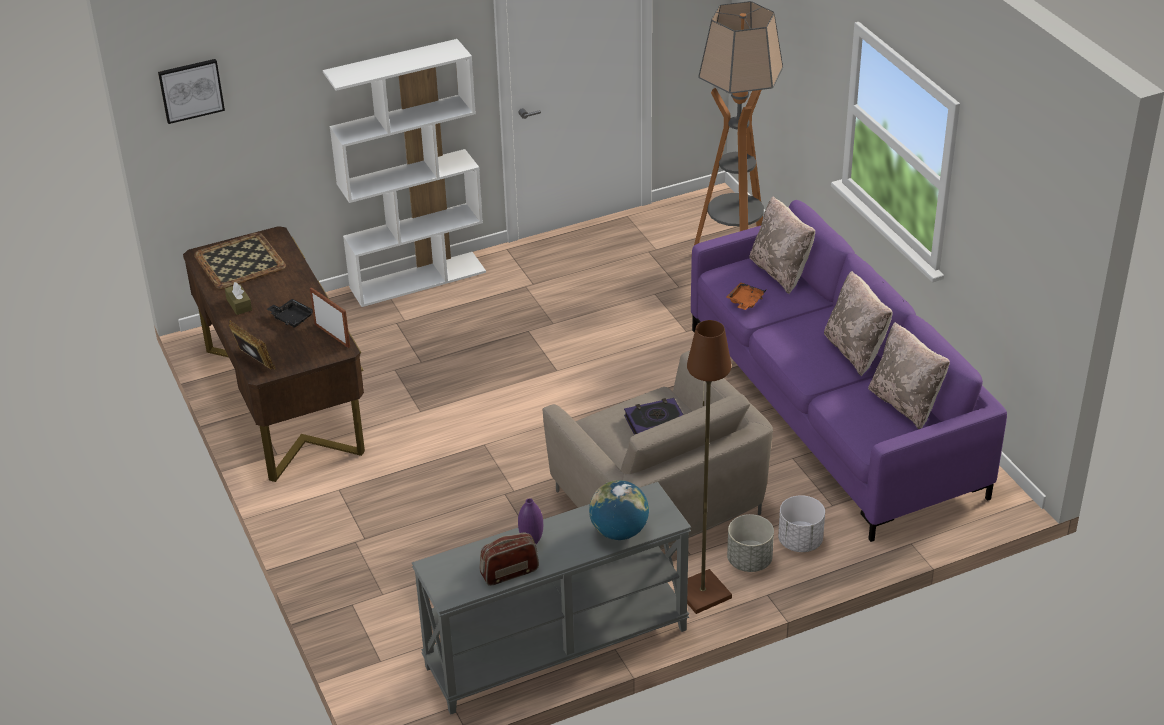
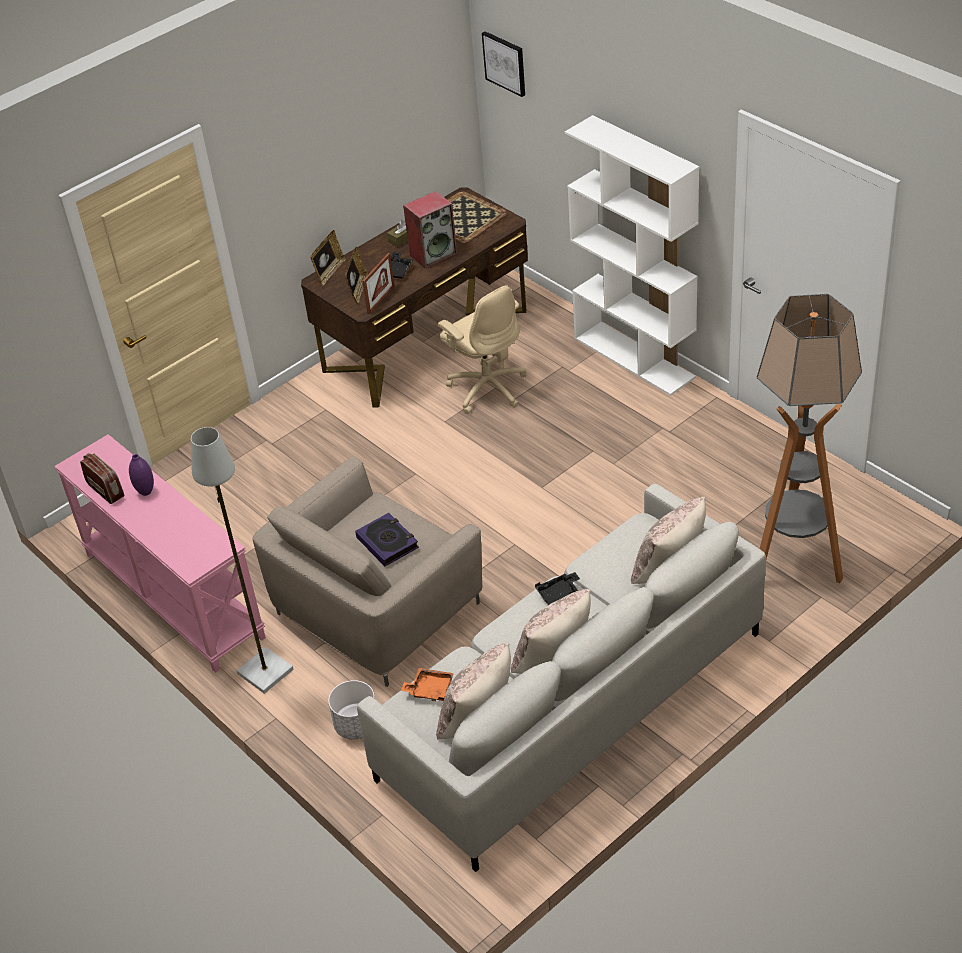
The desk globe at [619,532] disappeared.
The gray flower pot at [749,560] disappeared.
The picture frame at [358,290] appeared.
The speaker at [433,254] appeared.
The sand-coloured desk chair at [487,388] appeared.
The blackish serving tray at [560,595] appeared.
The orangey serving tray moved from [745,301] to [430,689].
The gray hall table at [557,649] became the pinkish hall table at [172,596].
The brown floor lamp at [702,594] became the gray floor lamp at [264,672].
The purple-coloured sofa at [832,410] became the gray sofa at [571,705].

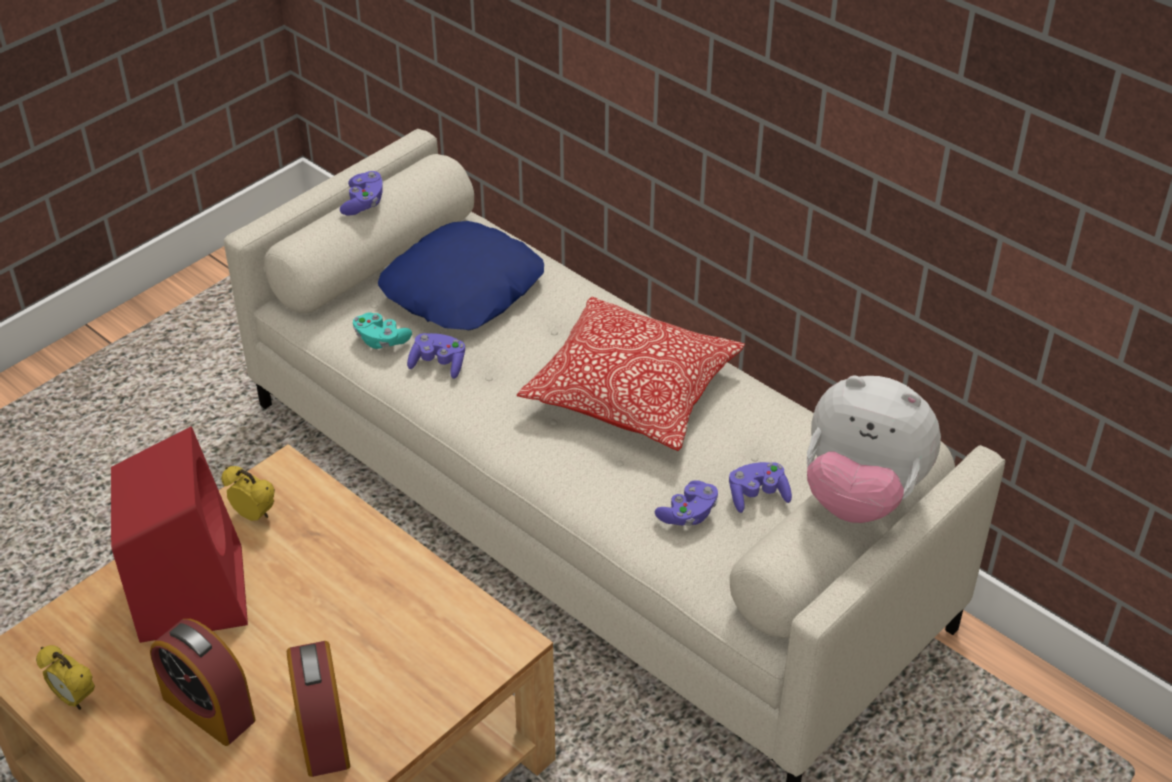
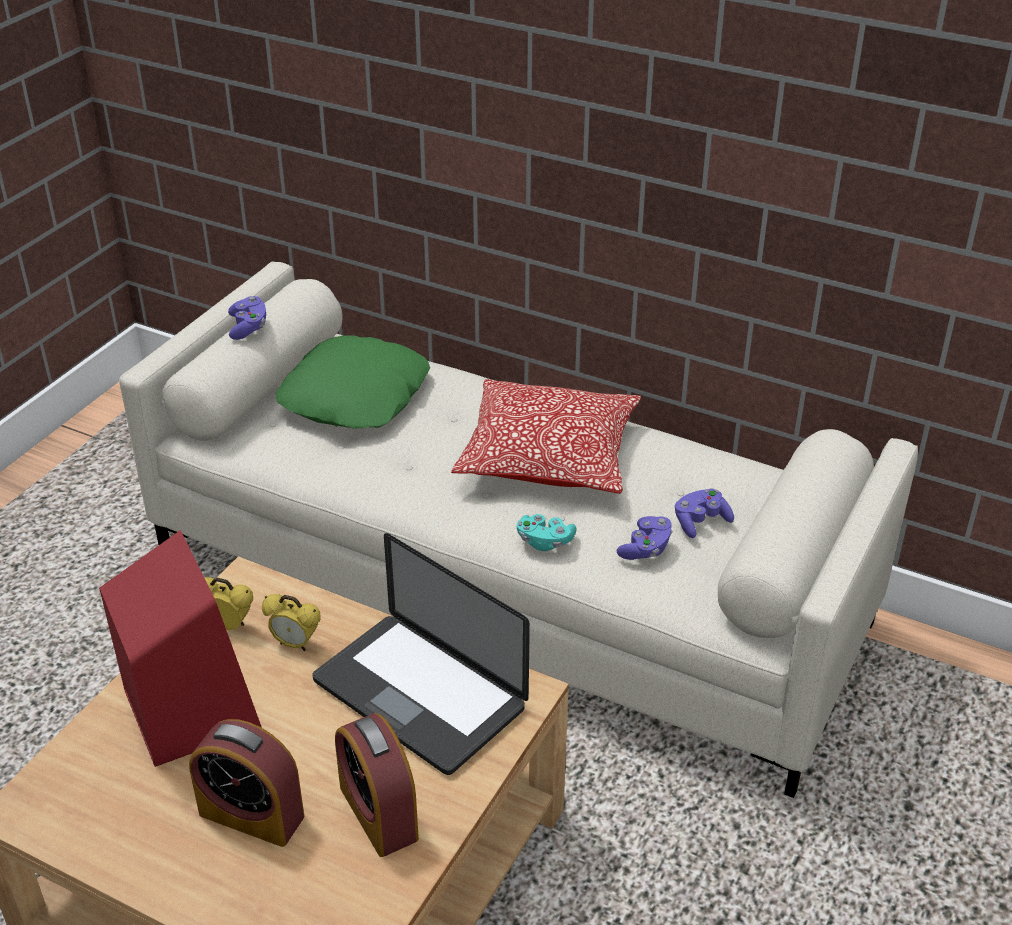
The purple-coloured joypad at [438,364] disappeared.
The soft toy at [861,495] disappeared.
The notebook computer at [419,695] appeared.
The table clock moved from [74,699] to [295,644].
The blue-green joypad moved from [381,340] to [545,541].
The bluish pillow at [464,290] became the greenish pillow at [356,396].

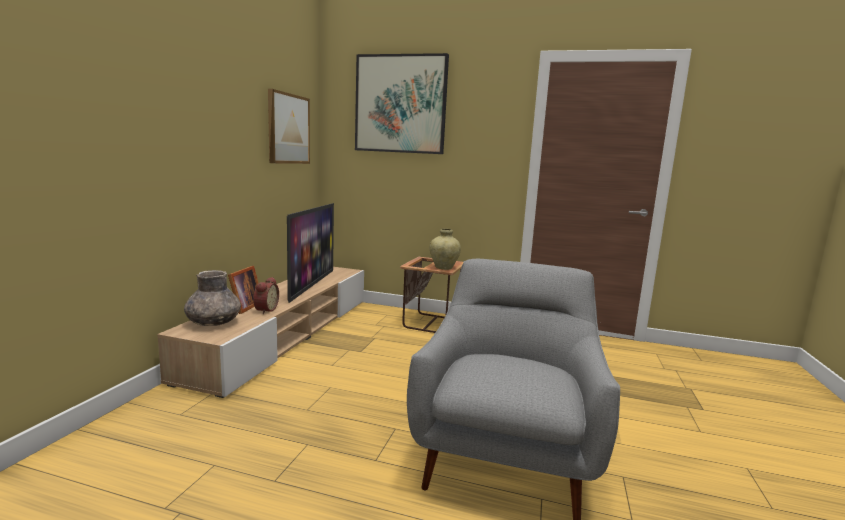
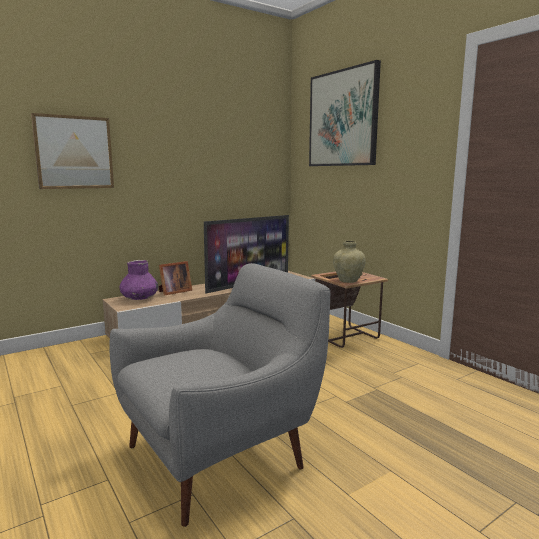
The table clock at [265,310] disappeared.
The picture moved from [288,129] to [74,152].
The gray flower vase at [213,323] became the purple-coloured flower vase at [139,298].

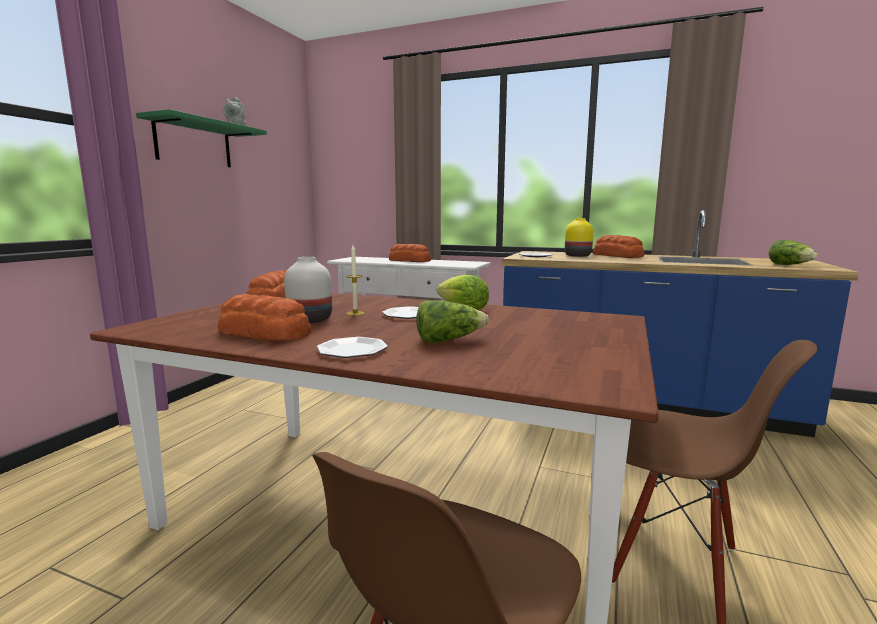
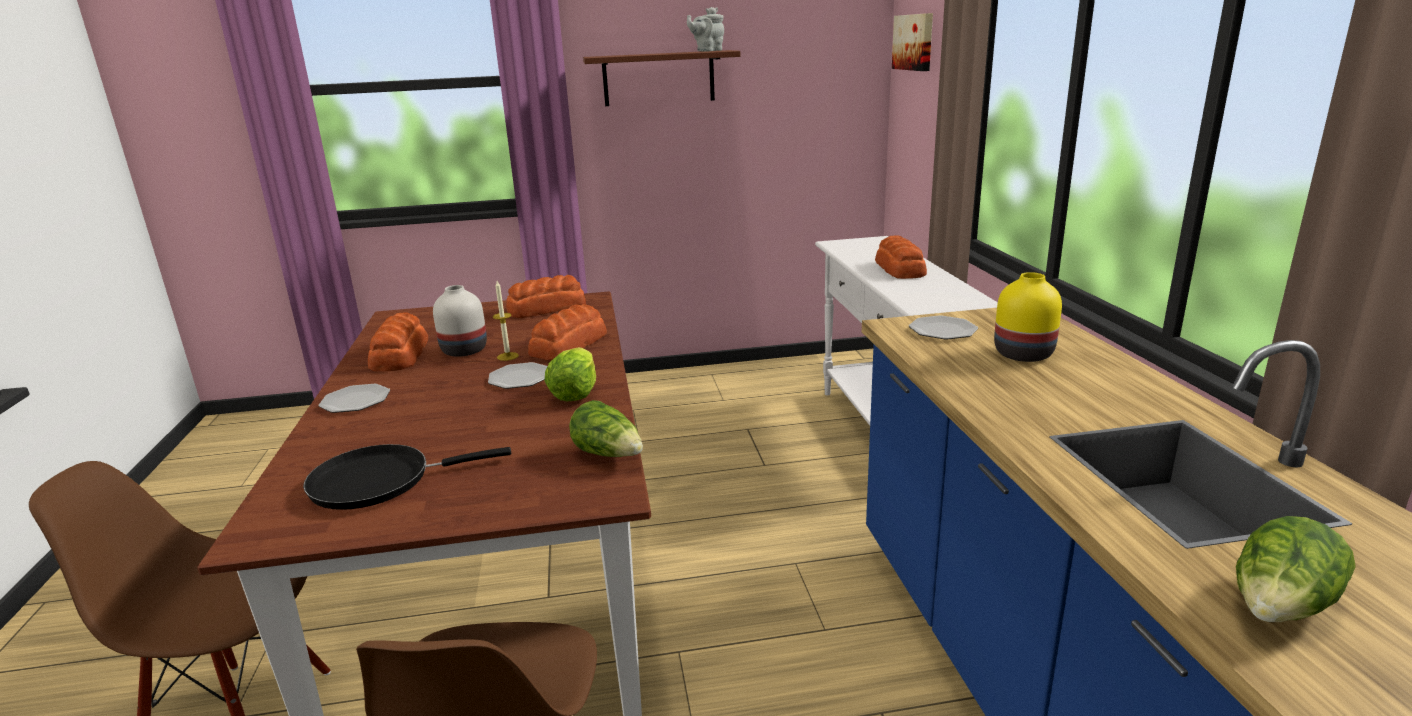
The blackish pan at [379,481] appeared.
The picture at [914,42] appeared.
The lettuce head moved from [448,340] to [609,454].
The bakery bread moved from [617,256] to [570,345].
The greenish wall shelf at [193,144] became the brown wall shelf at [658,78].

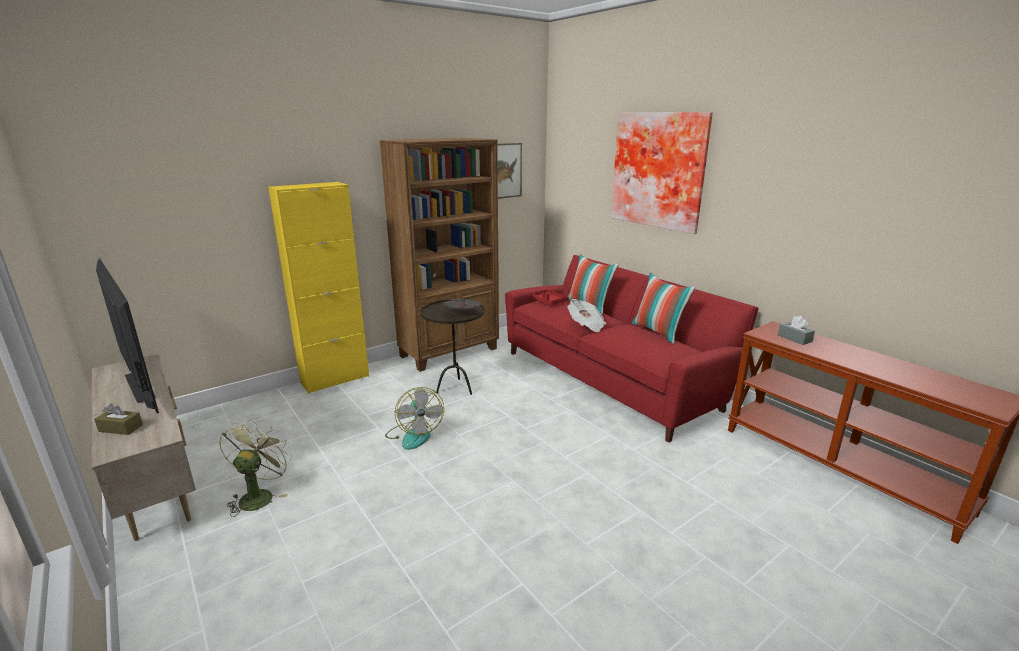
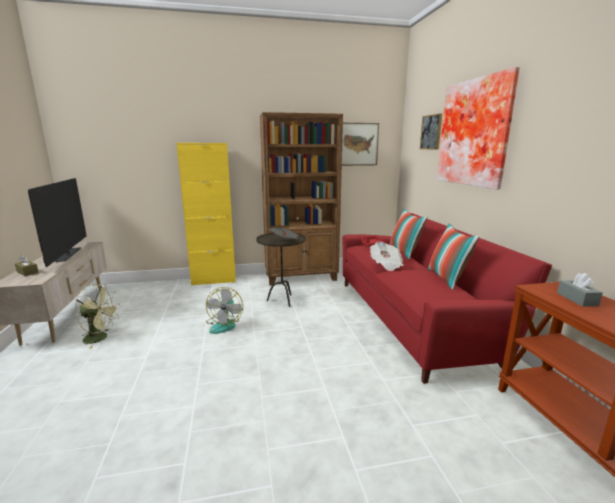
The picture at [431,132] appeared.
The greenish fan at [259,495] turned 60 degrees clockwise.

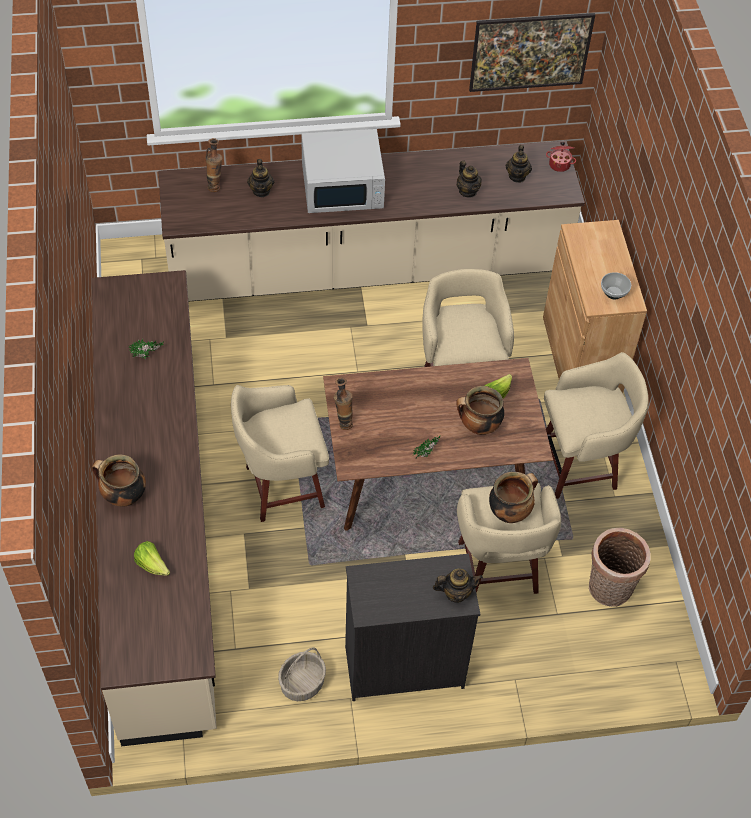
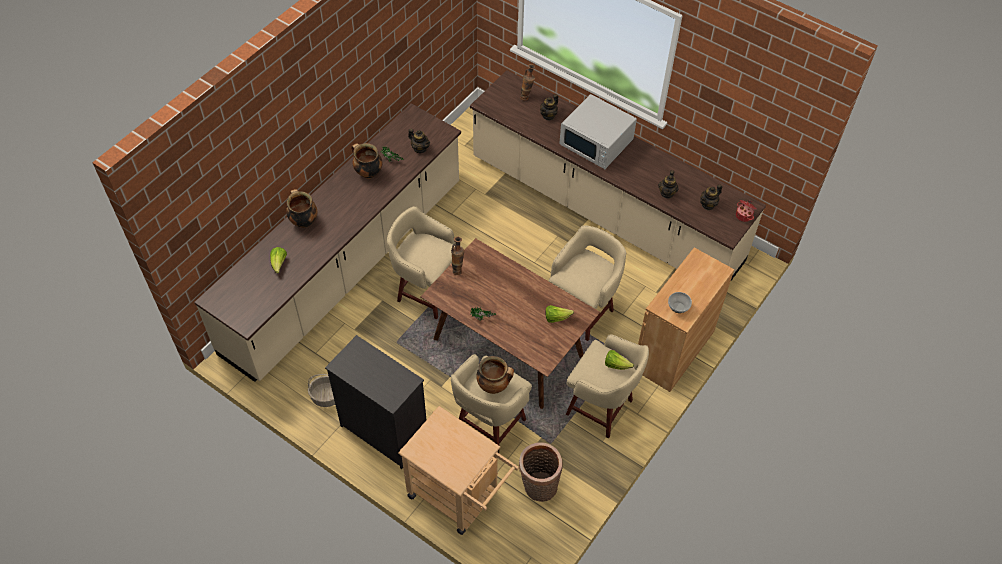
The picture at [528,69] disappeared.
The sand-coloured wheeled cart at [459,497] appeared.
The lettuce head at [616,365] appeared.
The teapot moved from [456,593] to [420,148].
The stockpot moved from [478,427] to [368,173].

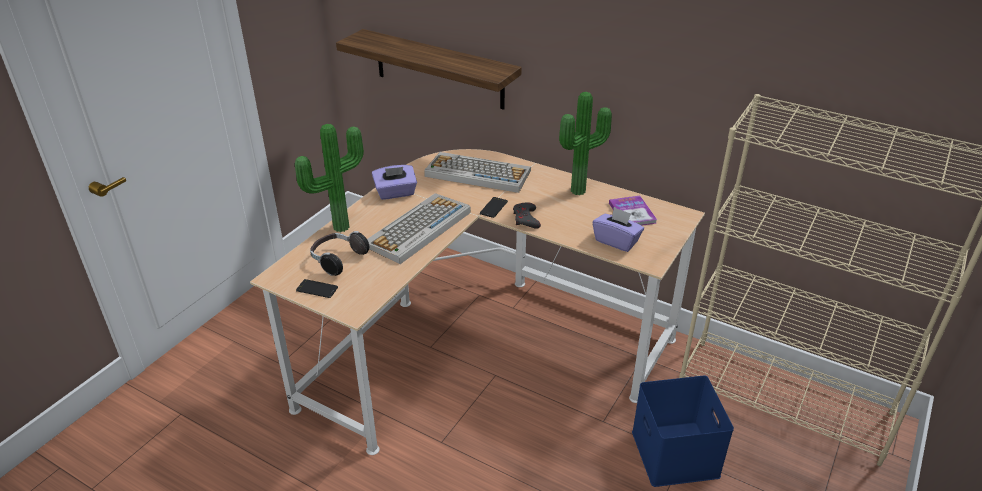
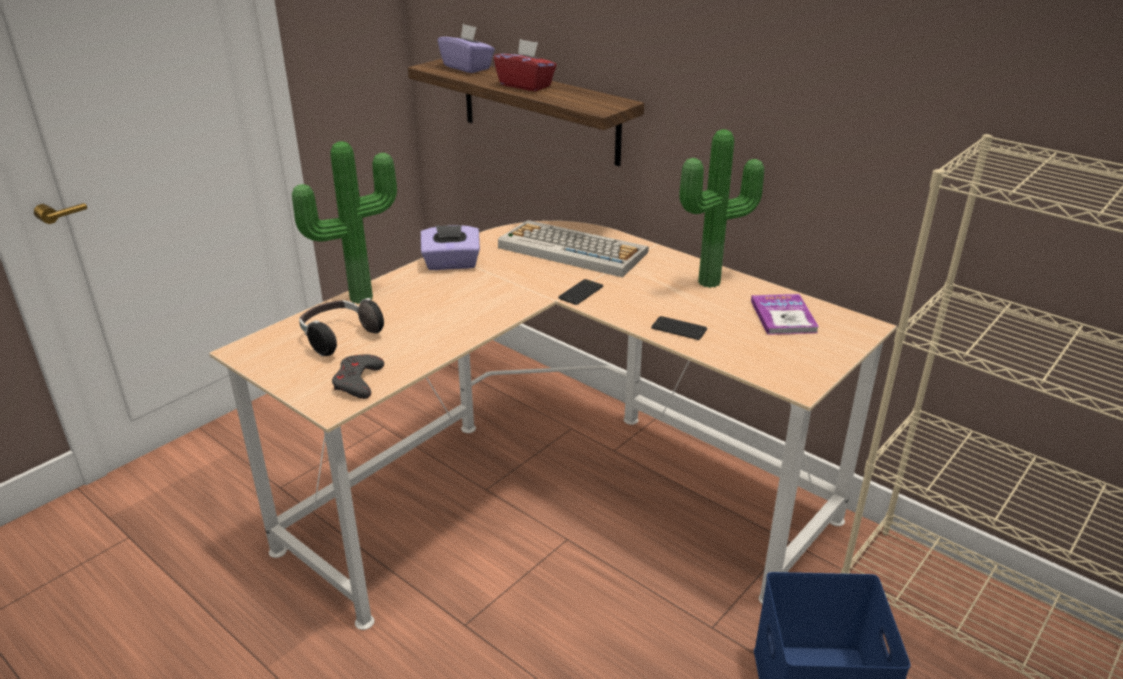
The keyboard at [418,229] disappeared.
The red-coloured box of tissues at [526,85] appeared.
The phone moved from [317,289] to [679,329].
The gray joypad moved from [526,219] to [358,381].
The purple-coloured box of tissues moved from [616,241] to [467,67].

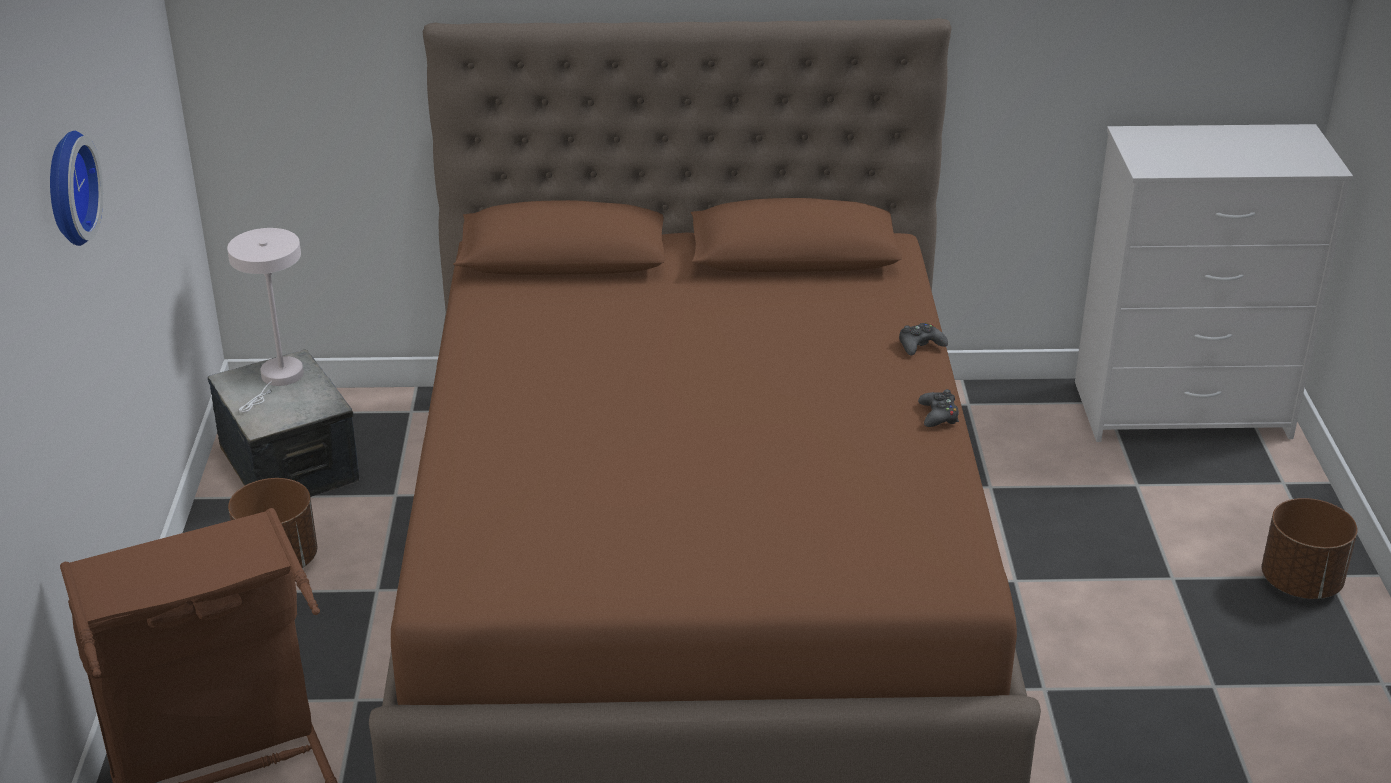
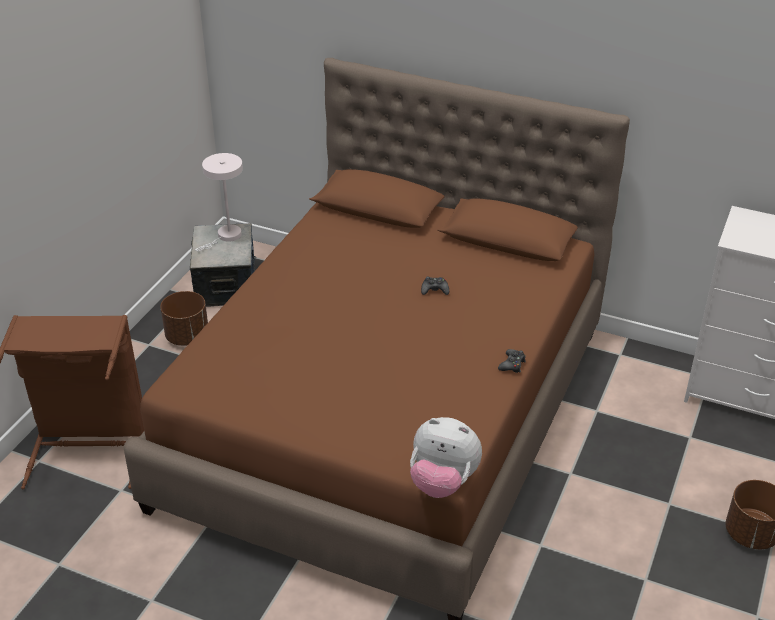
The wall clock at [65,188] disappeared.
The soft toy at [442,482] appeared.
The blackish joypad moved from [920,345] to [434,290].

